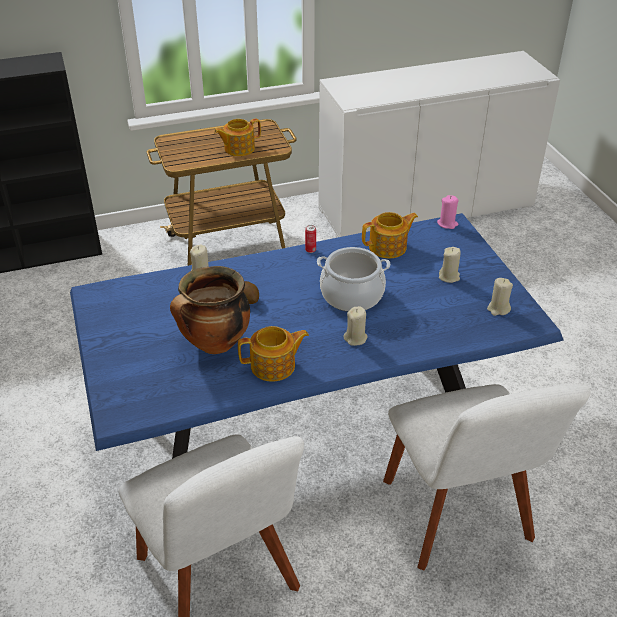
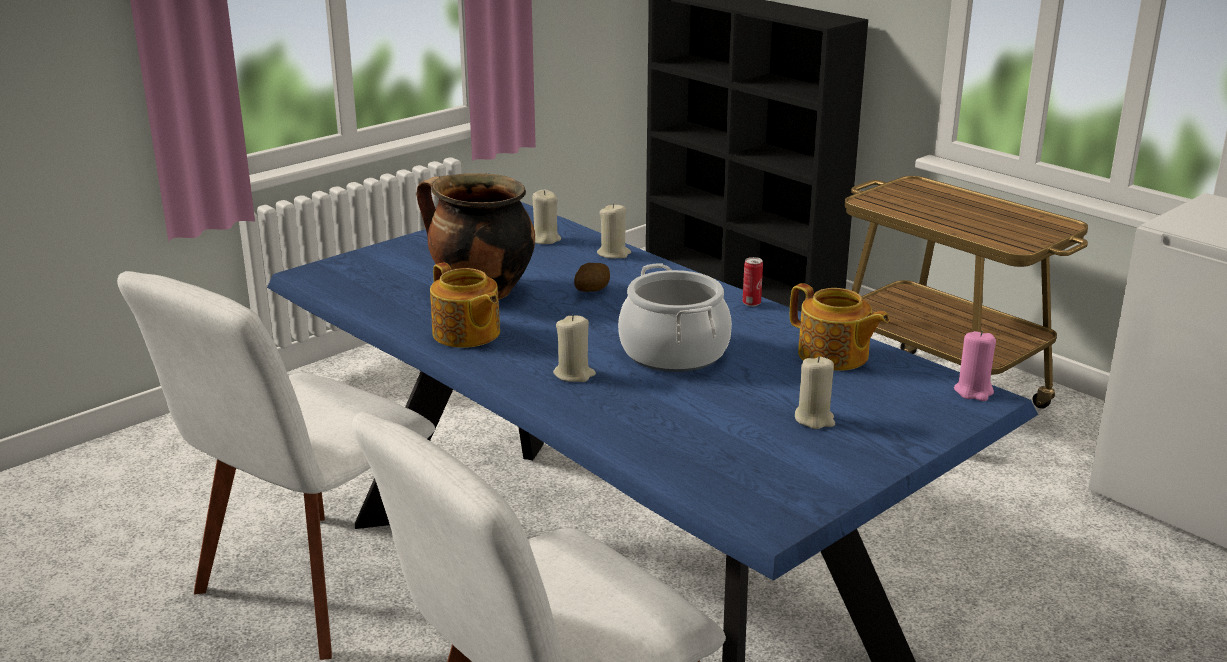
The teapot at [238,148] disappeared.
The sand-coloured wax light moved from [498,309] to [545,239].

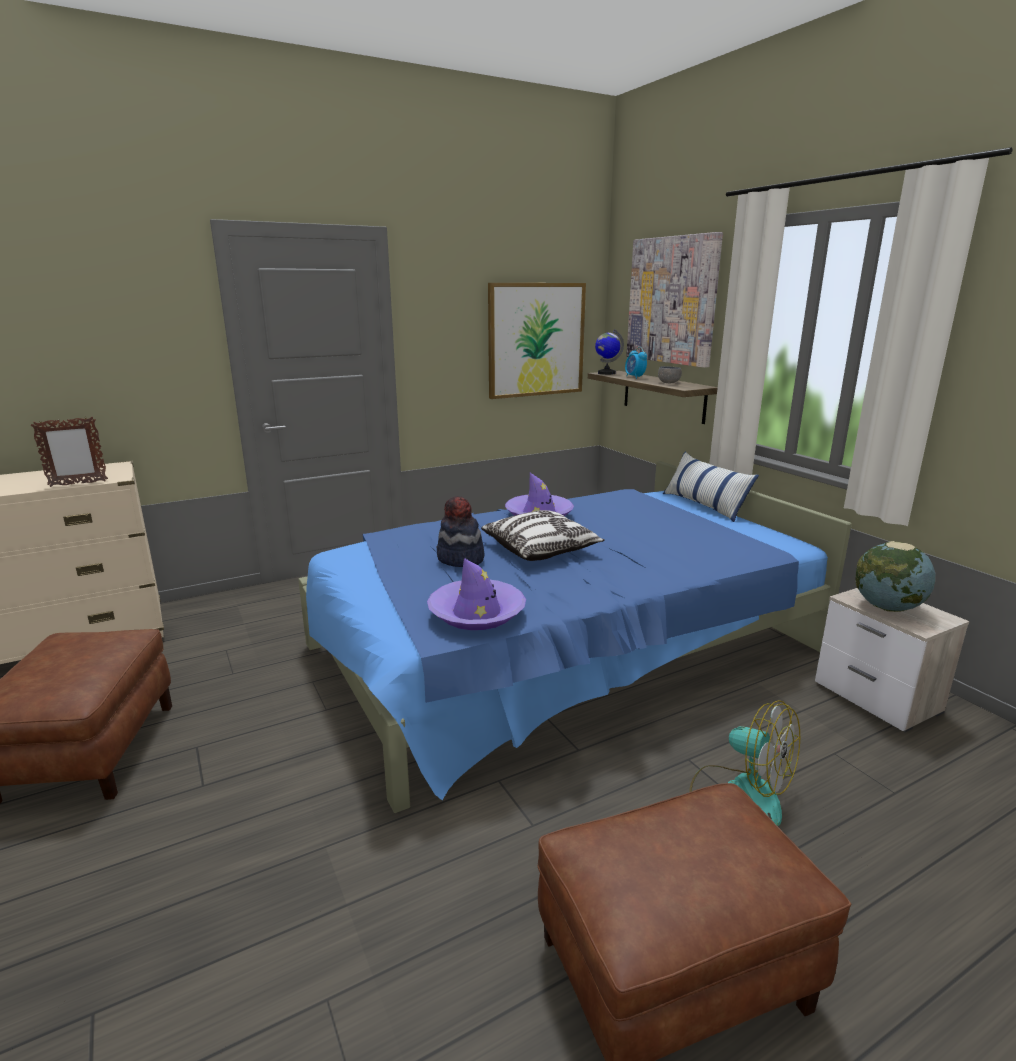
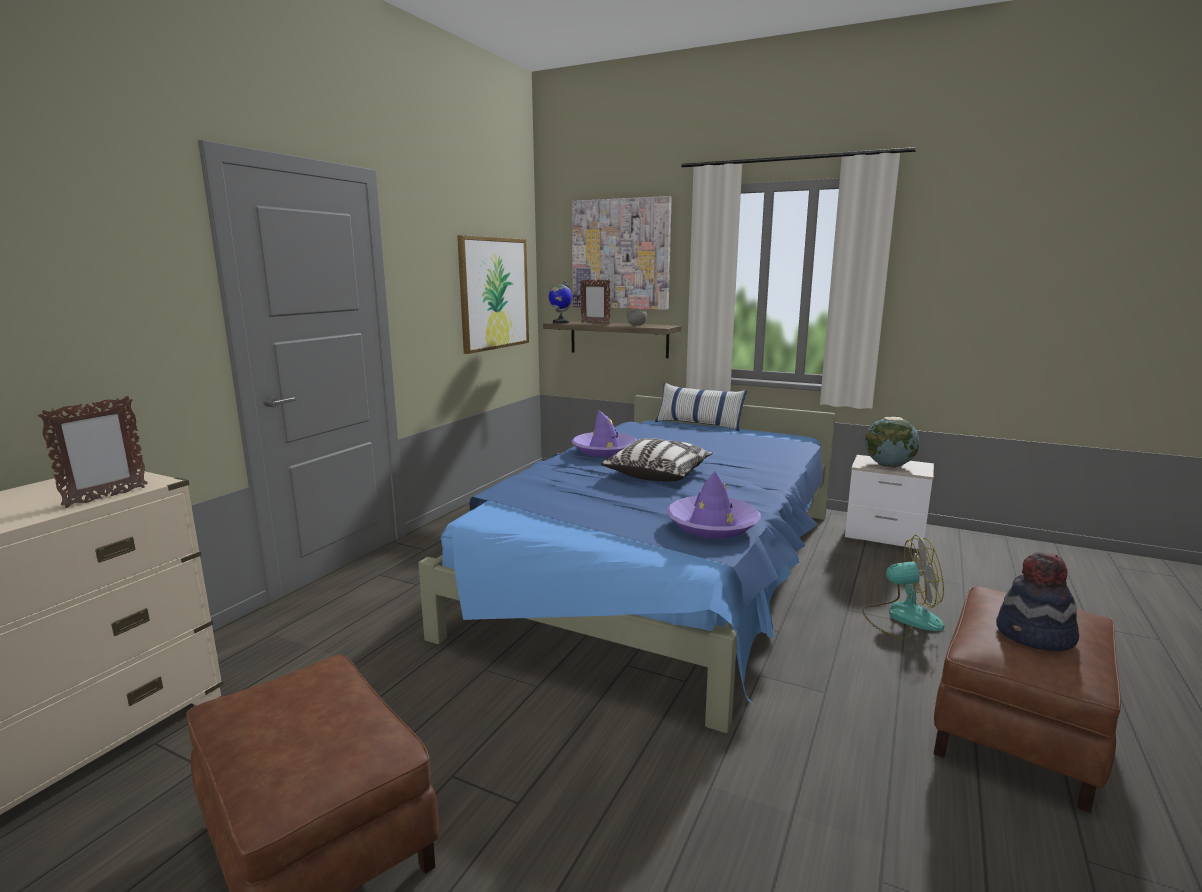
The hat moved from [460,559] to [1035,636].
The table clock at [634,377] was replaced by the picture frame at [595,323].

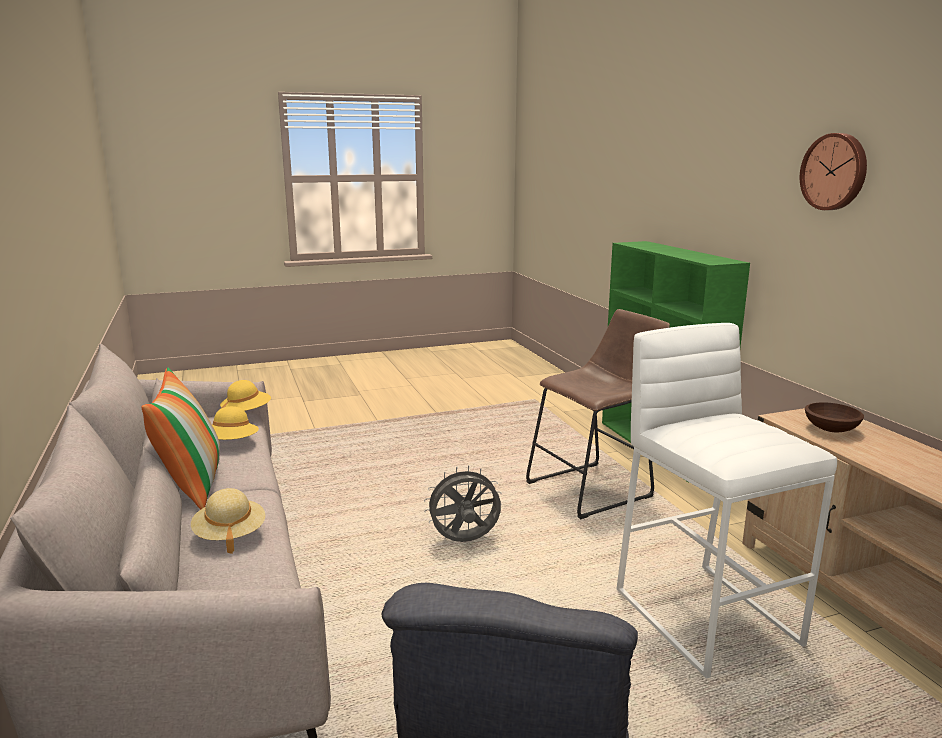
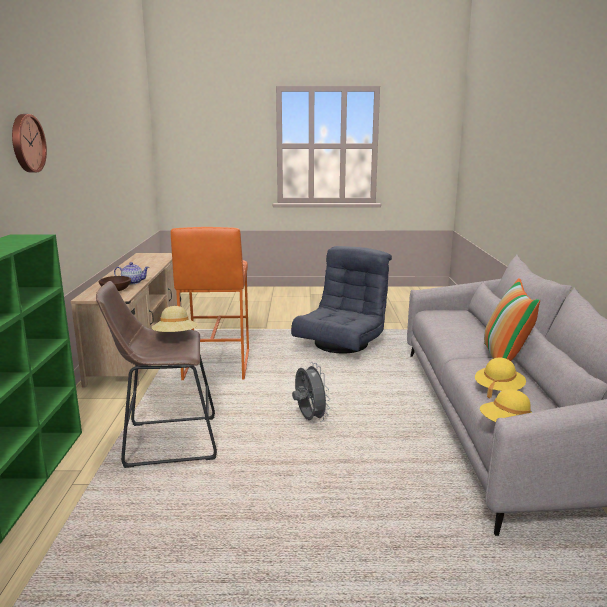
The teapot at [132,282] appeared.
The sand-coloured hat moved from [230,535] to [175,336].
The white stool at [706,615] became the orangey stool at [216,365].
The gray fan at [464,542] turned 120 degrees counterclockwise.

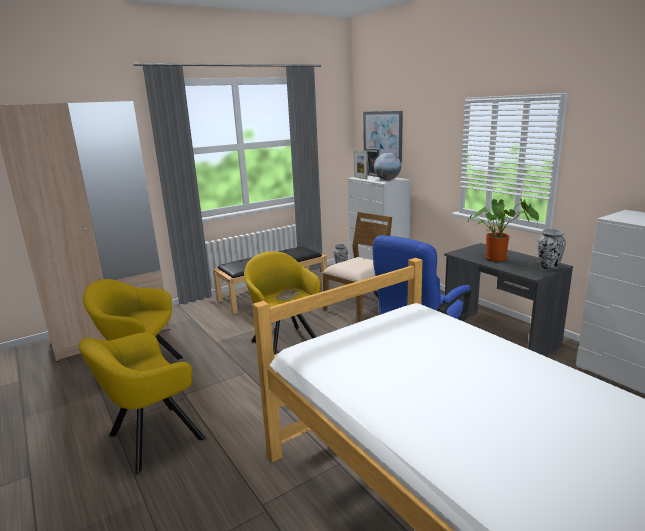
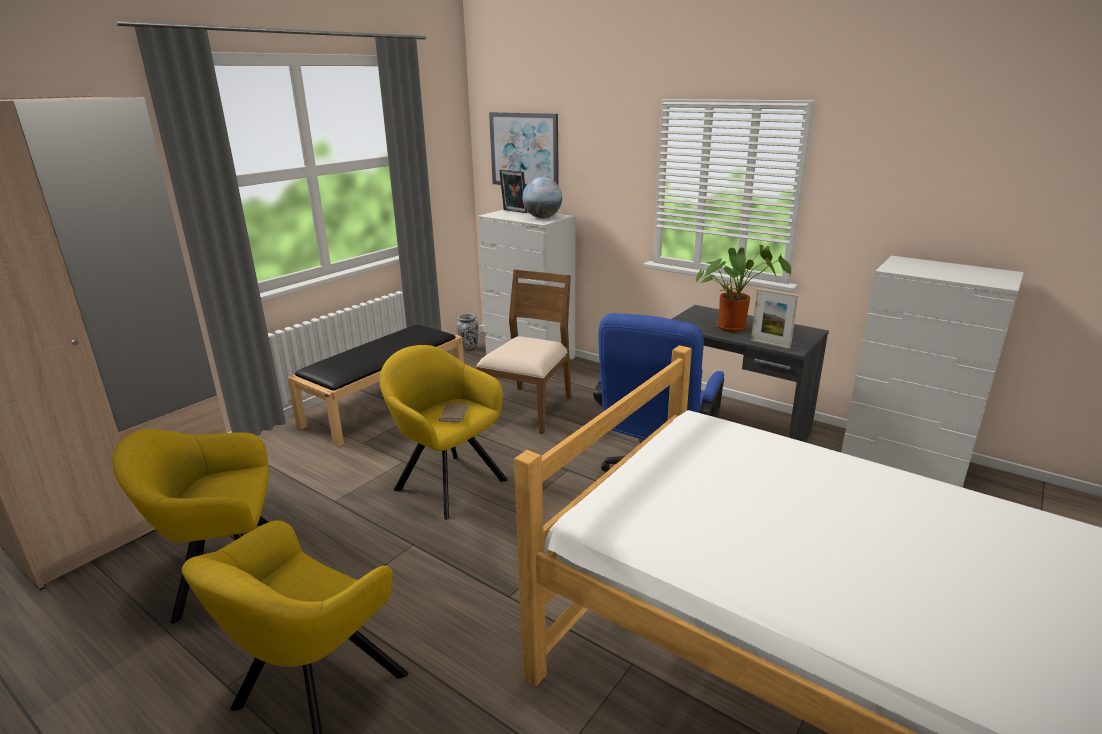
The flower vase at [548,268] disappeared.
The picture frame moved from [360,178] to [770,344].

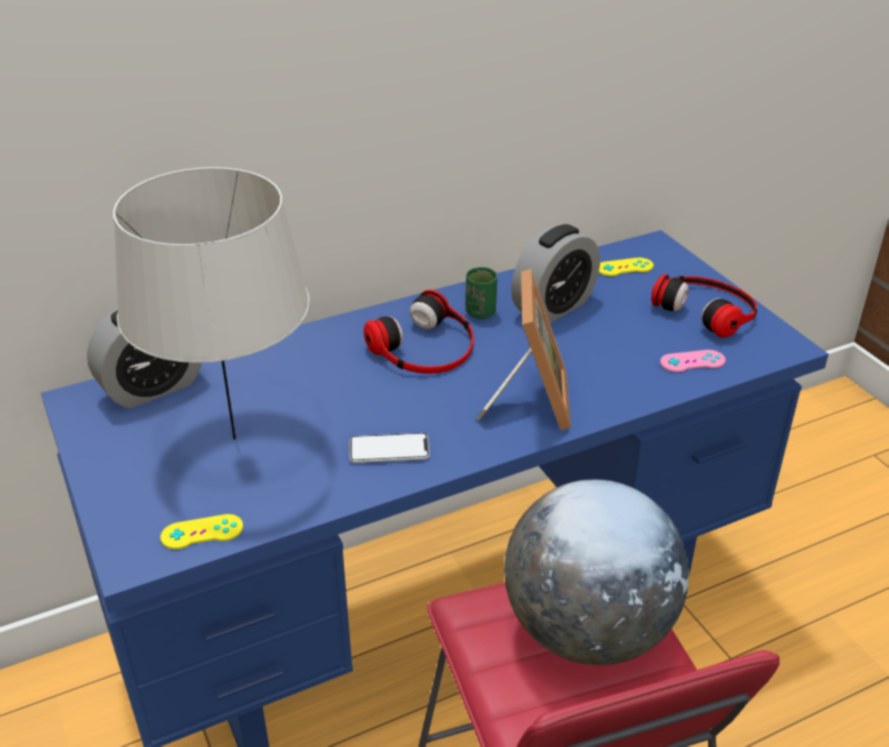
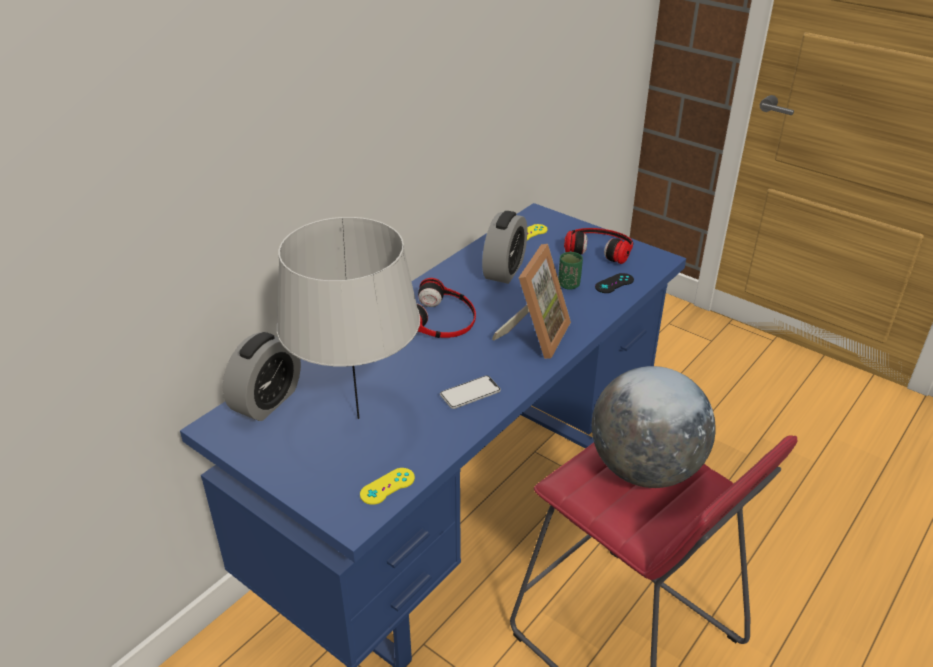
The greenish drinking cup moved from [480,312] to [569,285].
The pinkish joypad at [692,361] became the blackish joypad at [614,283].
The picture frame at [529,400] turned 45 degrees clockwise.

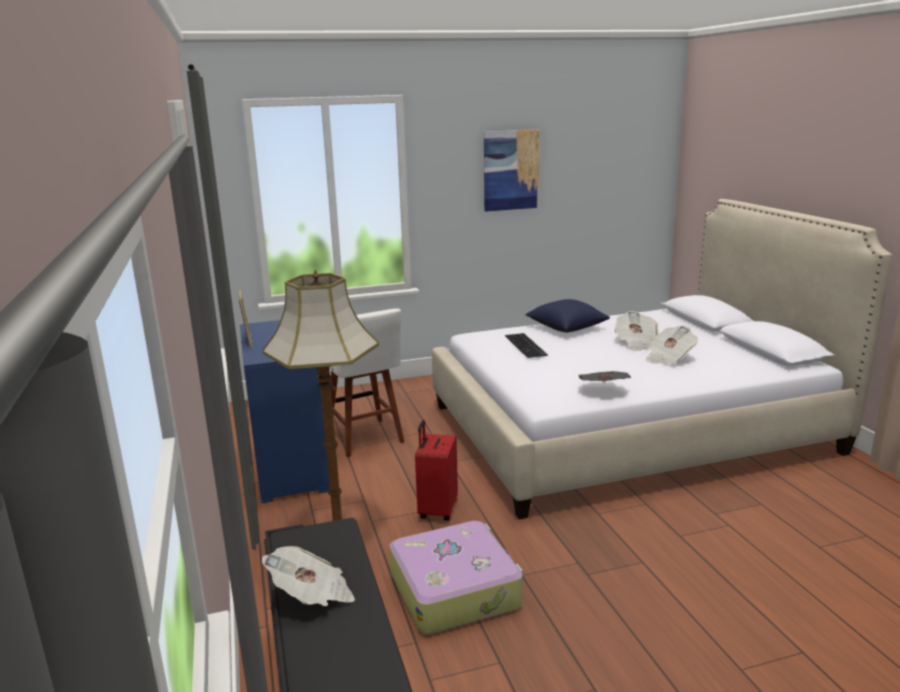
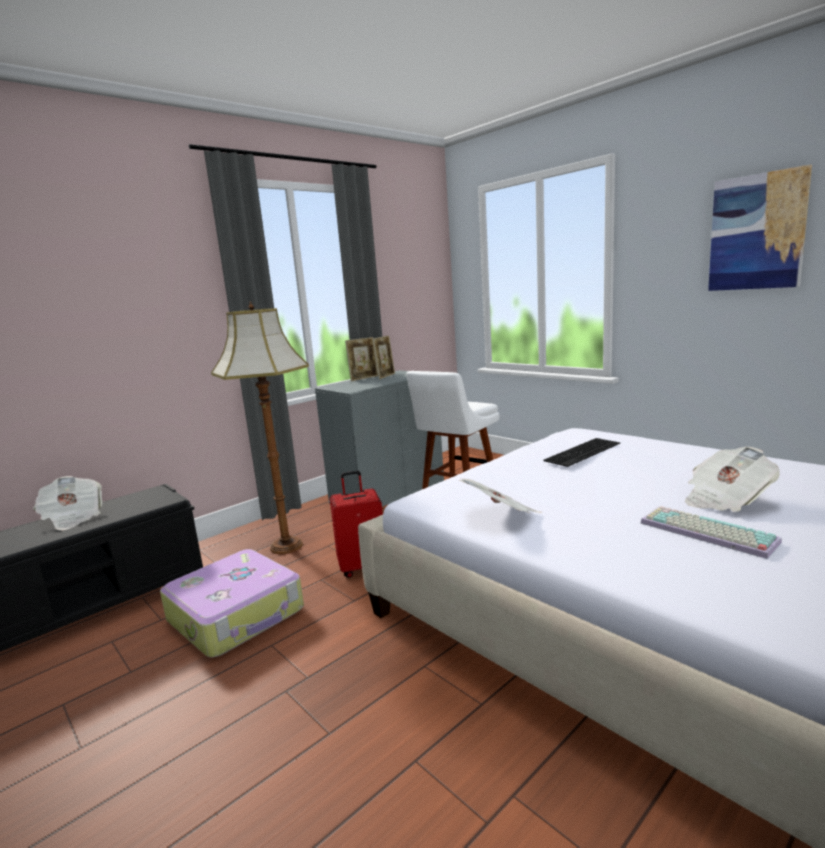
The bluish pillow at [566,328] disappeared.
The picture frame at [386,376] appeared.
The printed paper at [668,358] was replaced by the keyboard at [704,532].
The bluish chest of drawers at [289,466] became the gray chest of drawers at [387,492].

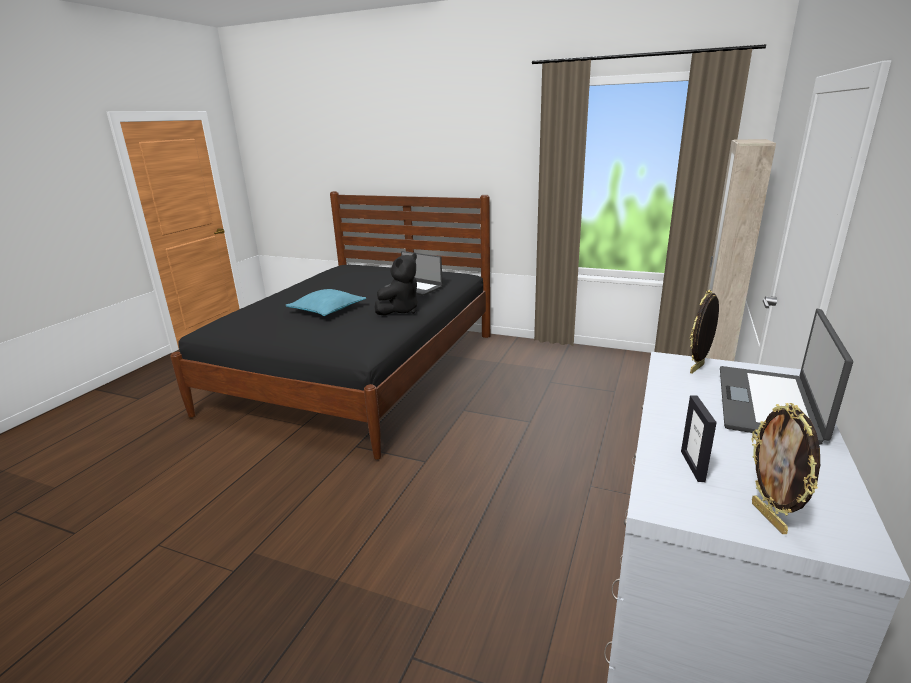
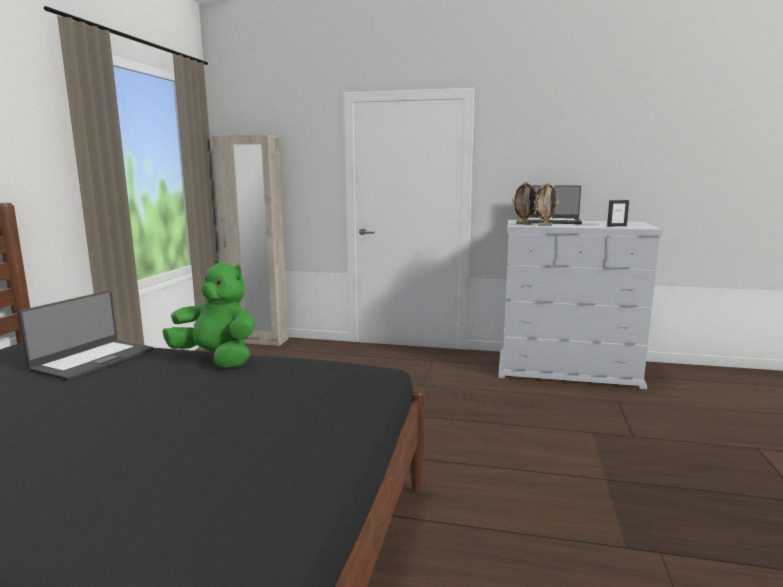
The blue-green pillow at [327,310] disappeared.
The picture frame moved from [770,518] to [544,225].
The blackish soft toy at [400,310] became the greenish soft toy at [217,359].

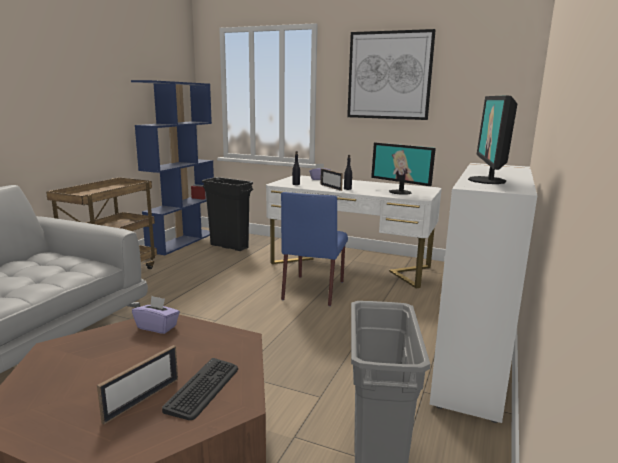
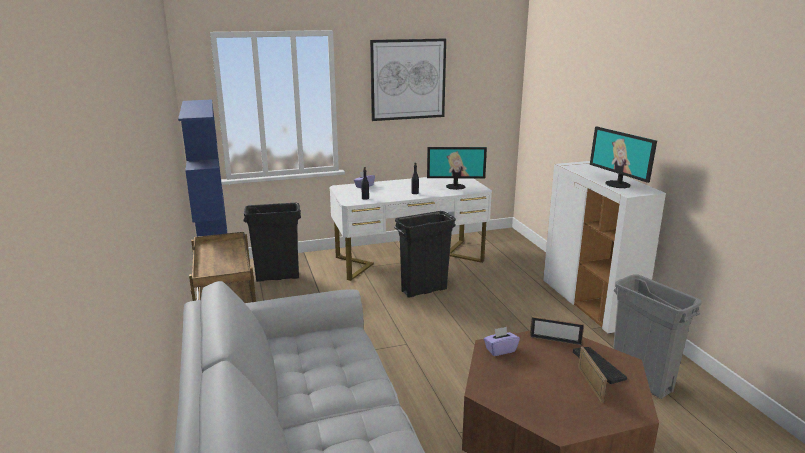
The picture frame moved from [330,187] to [555,340].
The bluish upright chair at [314,290] was replaced by the blackish trash can at [424,290].

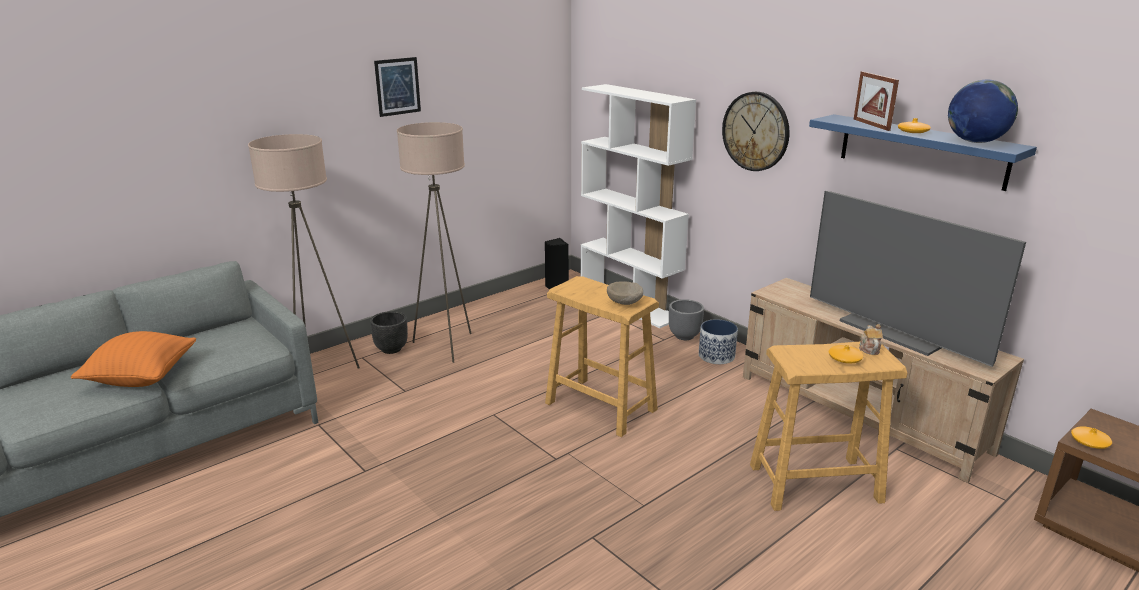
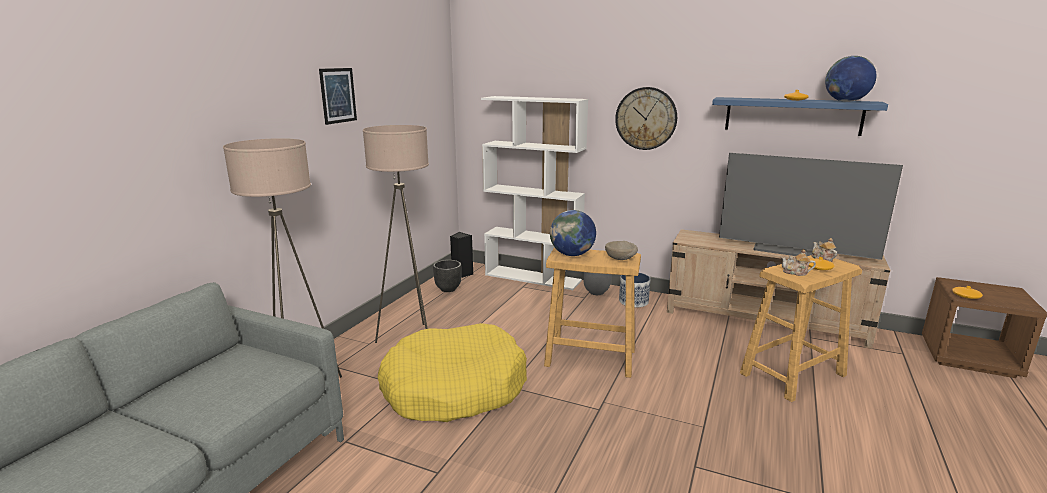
The orangey pillow at [142,378] disappeared.
The picture frame at [871,124] disappeared.
The yellow dog cushion at [454,388] appeared.
The desk globe at [572,254] appeared.
The teapot at [796,272] appeared.
The blackish flower pot moved from [391,349] to [448,289].

